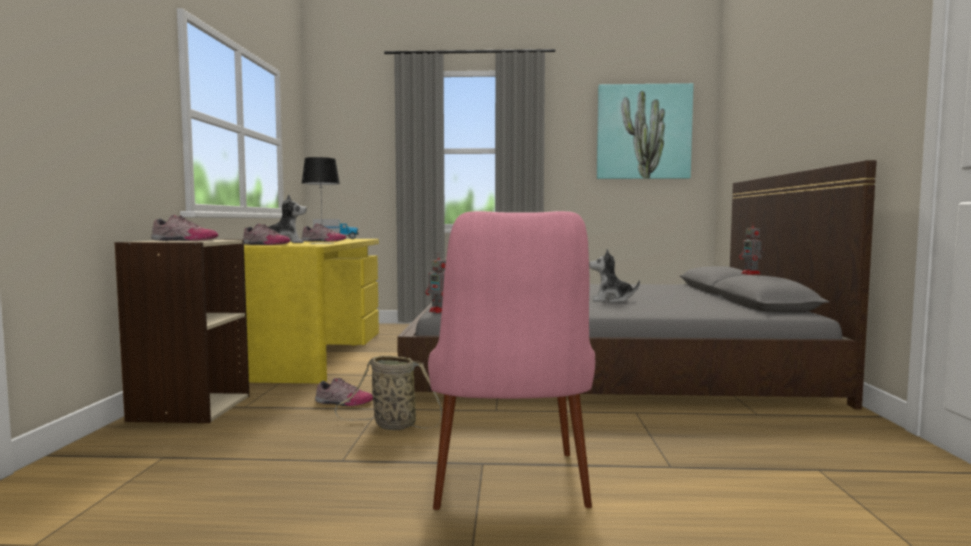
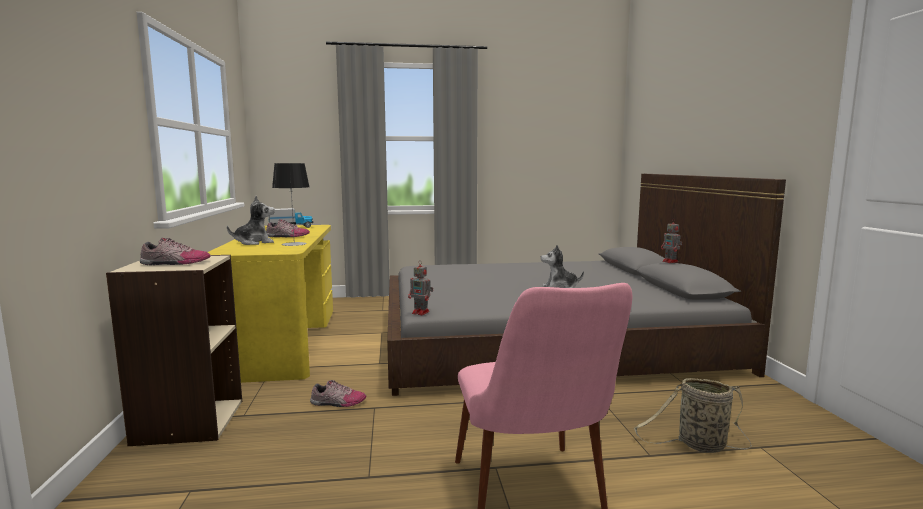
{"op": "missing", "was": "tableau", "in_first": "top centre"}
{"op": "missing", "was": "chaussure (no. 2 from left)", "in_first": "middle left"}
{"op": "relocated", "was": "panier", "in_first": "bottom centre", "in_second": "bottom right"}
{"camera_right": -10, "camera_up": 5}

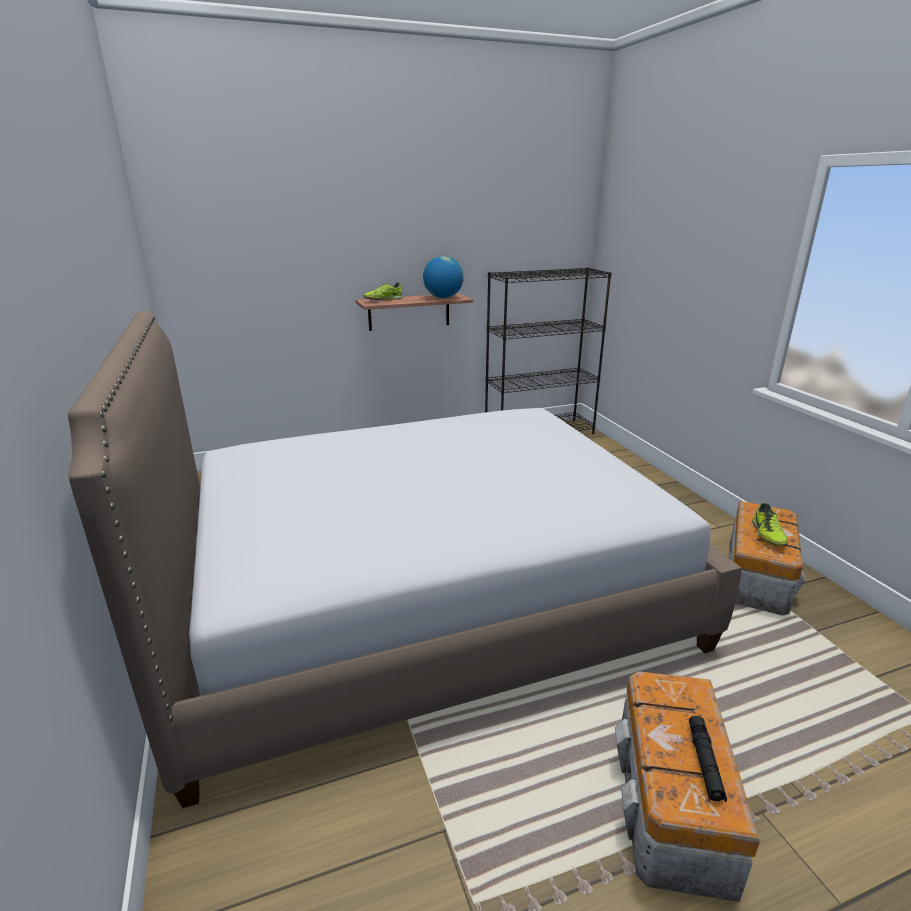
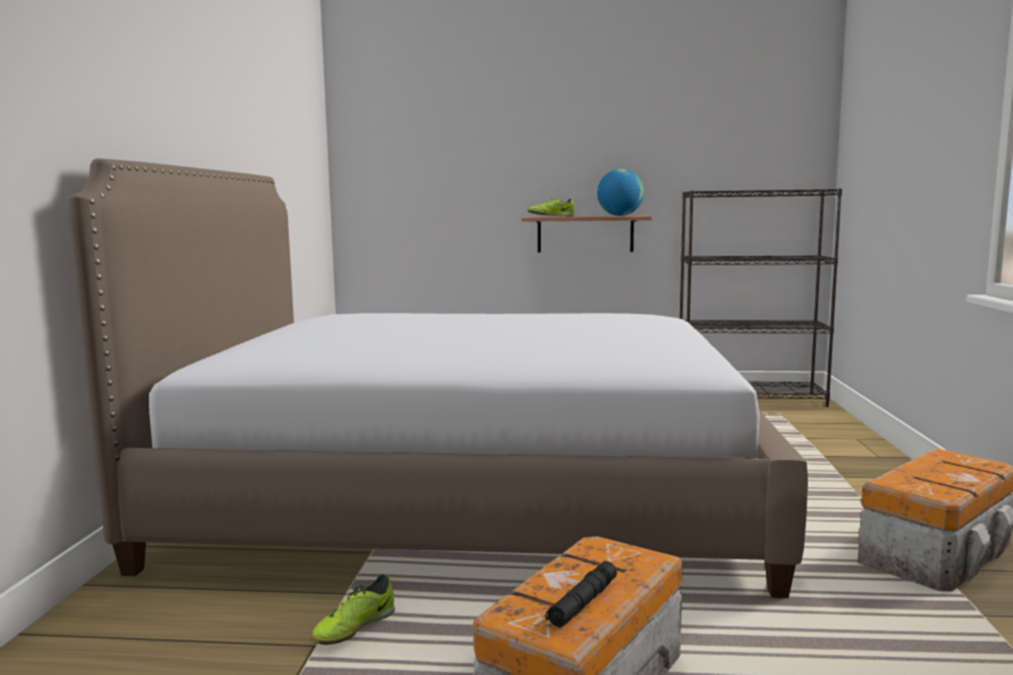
{"op": "relocated", "was": "chaussure (no. 2 from left in the first image)", "now": "chaussure (no. 1 from left)", "in_first": "middle right", "in_second": "bottom centre"}
{"camera_right": 25, "camera_up": -15}

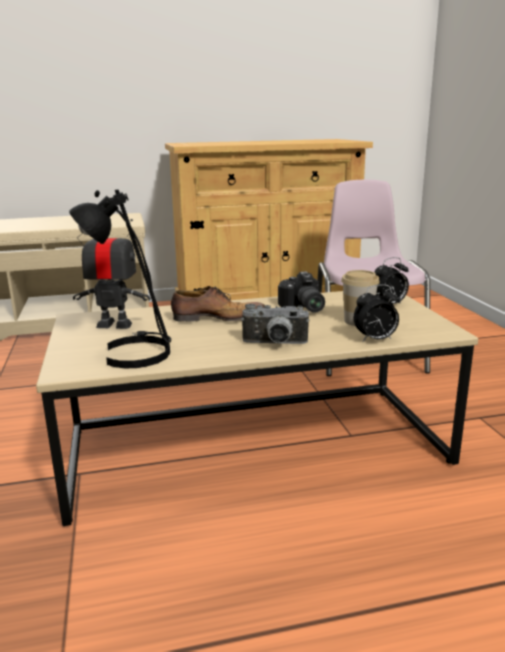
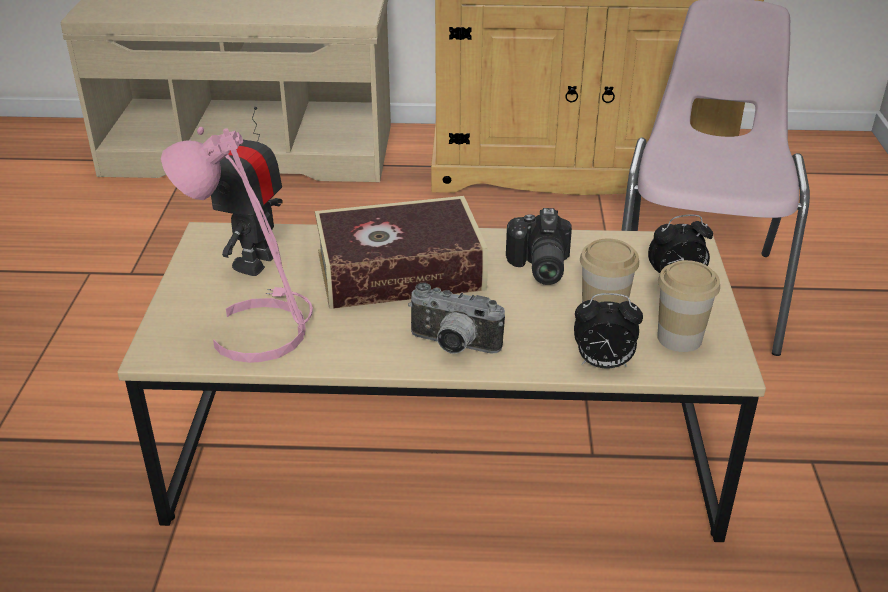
{"op": "colour", "was": "lampe de table (noir)", "now": "lampe de table (rose)", "in_first": "middle left", "in_second": "middle left"}
{"op": "spun", "was": "robot jouet", "in_first": "middle left", "in_second": "top left", "clockwise": -90}
{"op": "exchanged", "was": "chaussure", "now": "livre", "in_first": "centre", "in_second": "centre"}
{"op": "appeared", "now": "tasse (no. 2 from left)", "in_second": "middle right"}
{"camera_right": 15, "camera_up": 15}

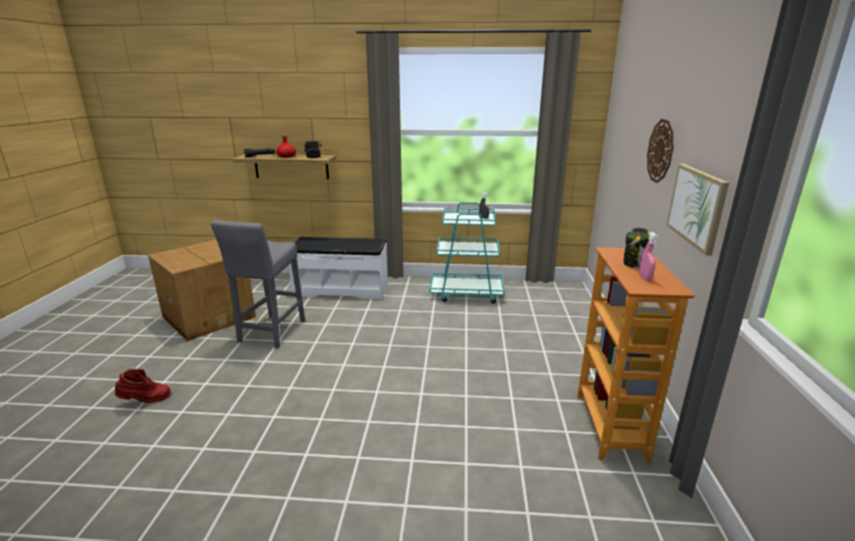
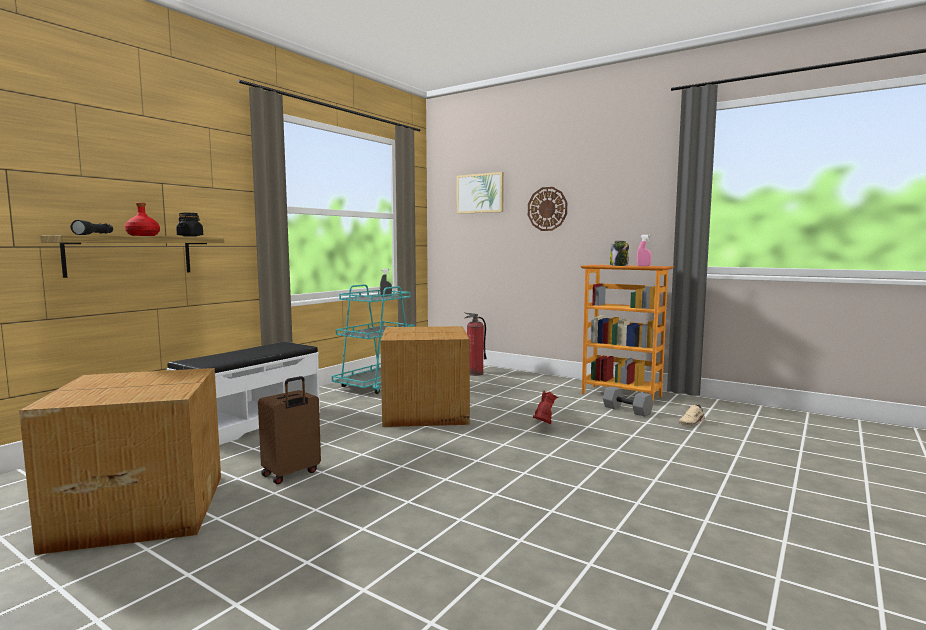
{"op": "relocated", "was": "tableau", "in_first": "middle right", "in_second": "top centre"}
{"op": "exchanged", "was": "tabouret (gris)", "now": "valise (marron)", "in_first": "middle left", "in_second": "bottom left"}
{"op": "relocated", "was": "botte (rouge)", "in_first": "bottom left", "in_second": "centre"}
{"op": "appeared", "now": "extincteur", "in_second": "centre"}
{"op": "appeared", "now": "carton (no. 2 from left)", "in_second": "centre"}
{"op": "appeared", "now": "haltère (gris)", "in_second": "middle right"}
{"op": "appeared", "now": "chaussure (beige)", "in_second": "middle right"}
{"camera_right": -60, "camera_up": -15}

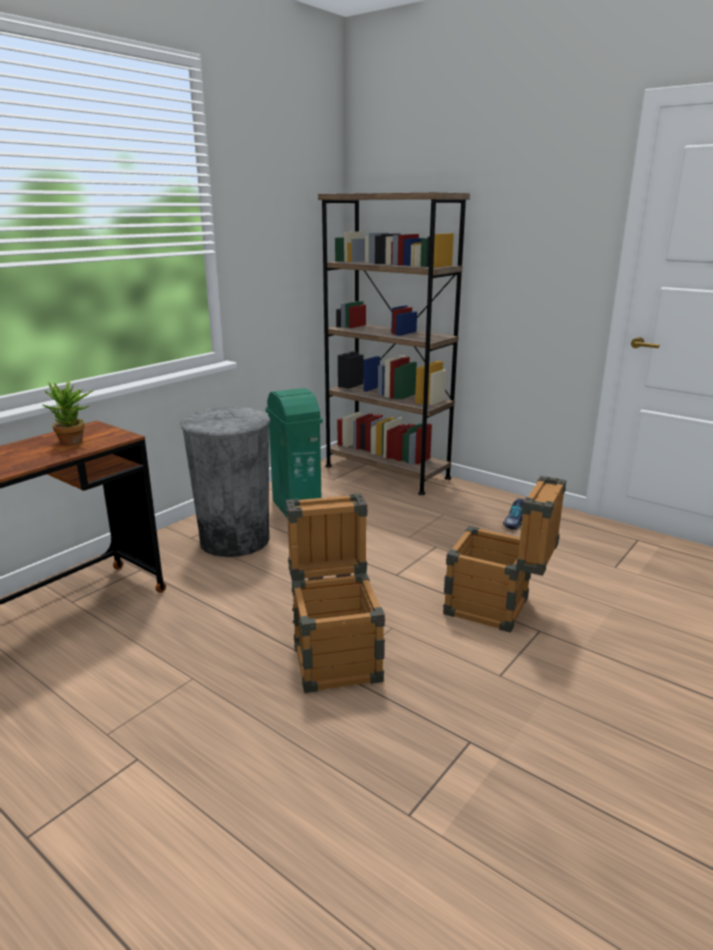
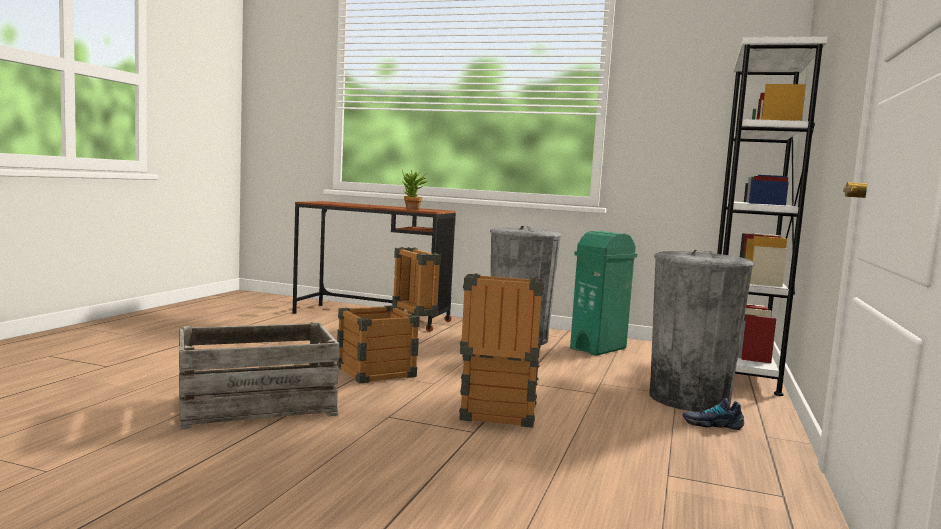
{"op": "colour", "was": "bibliothèque (marron)", "now": "bibliothèque (blanc)", "in_first": "centre", "in_second": "middle right"}
{"op": "appeared", "now": "poubelle (gris) (no. 2 from left)", "in_second": "middle right"}
{"op": "appeared", "now": "caisse (no. 1 from left)", "in_second": "bottom left"}
{"camera_right": 70, "camera_up": -15}

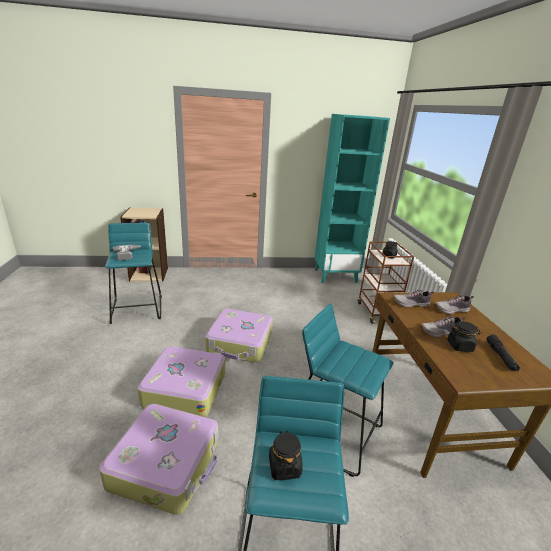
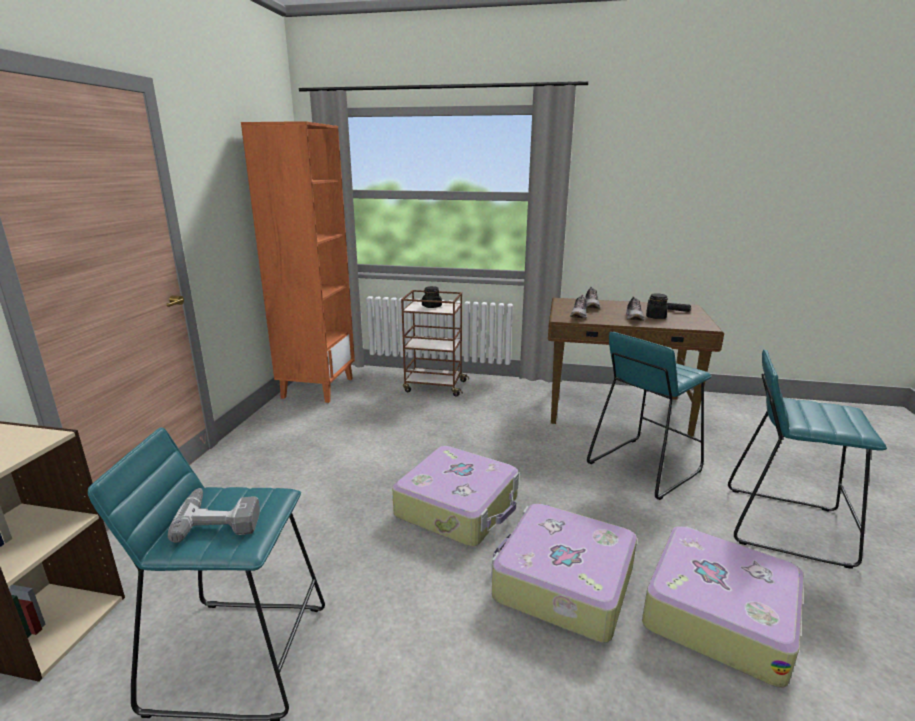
{"op": "colour", "was": "bibliothèque (turquoise)", "now": "bibliothèque (orange)", "in_first": "centre", "in_second": "middle left"}
{"op": "missing", "was": "bocal (noir) (no. 1 from left)", "in_first": "bottom centre"}
{"camera_right": -70, "camera_up": -5}

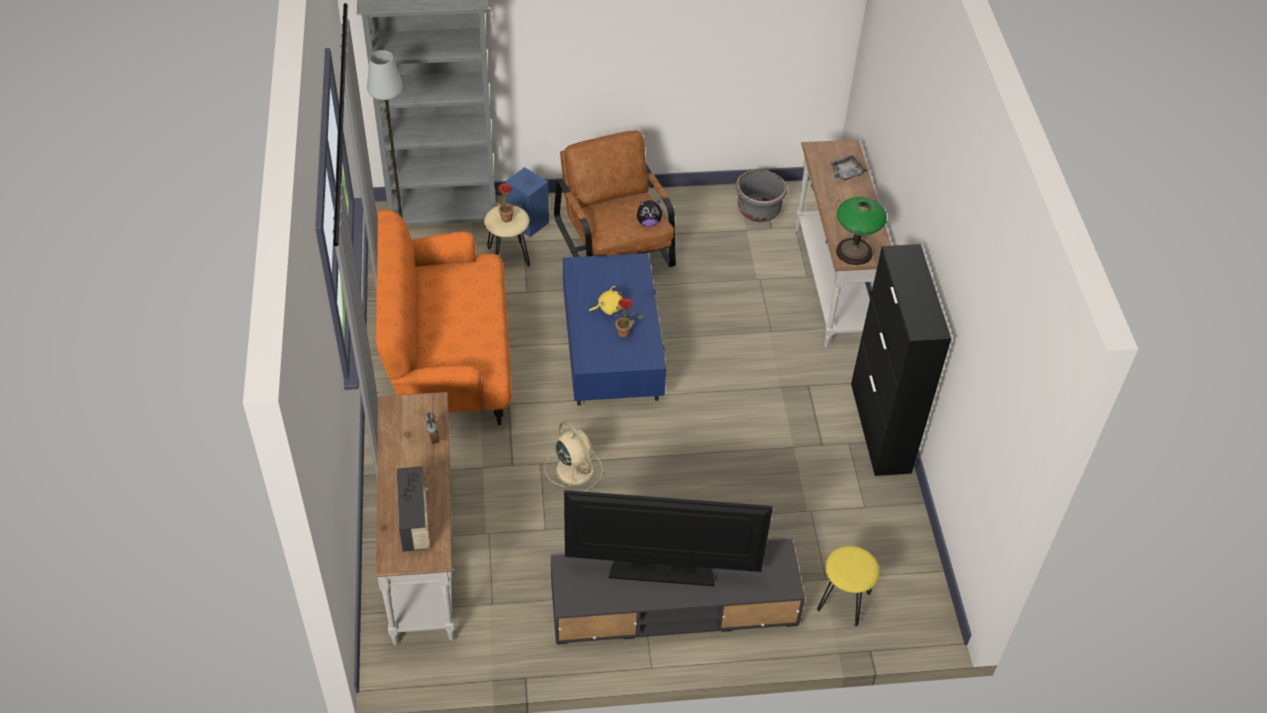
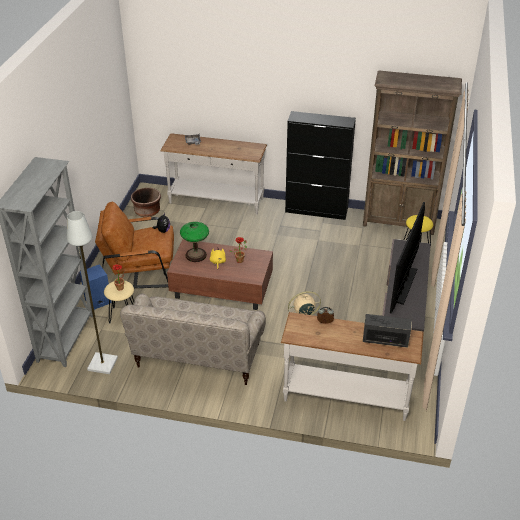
{"op": "colour", "was": "cache-pot (gris)", "now": "cache-pot (marron)", "in_first": "top centre", "in_second": "middle left"}
{"op": "relocated", "was": "lampe de table", "in_first": "top right", "in_second": "centre"}
{"op": "colour", "was": "canapé (orange)", "now": "canapé (beige)", "in_first": "centre", "in_second": "centre"}
{"op": "colour", "was": "table basse (bleu)", "now": "table basse (marron)", "in_first": "centre", "in_second": "centre"}
{"op": "appeared", "now": "bibliothèque (marron)", "in_second": "top right"}
{"camera_right": -70, "camera_up": -10}

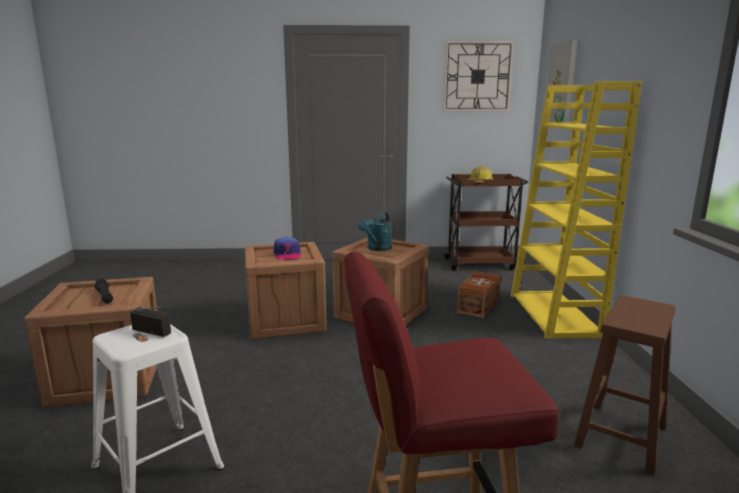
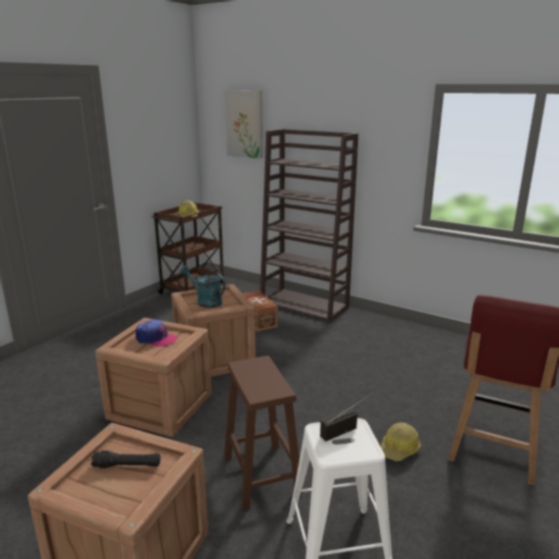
{"op": "missing", "was": "horloge murale", "in_first": "top centre"}
{"op": "colour", "was": "bibliothèque (jaune)", "now": "bibliothèque (marron)", "in_first": "middle right", "in_second": "centre"}
{"op": "spun", "was": "arrosoir (turquoise)", "in_first": "centre", "in_second": "centre", "clockwise": 150}
{"op": "relocated", "was": "tabouret (marron)", "in_first": "bottom right", "in_second": "bottom centre"}
{"op": "appeared", "now": "casque de chantier (no. 2 from left)", "in_second": "bottom right"}
{"camera_right": -55, "camera_up": 5}

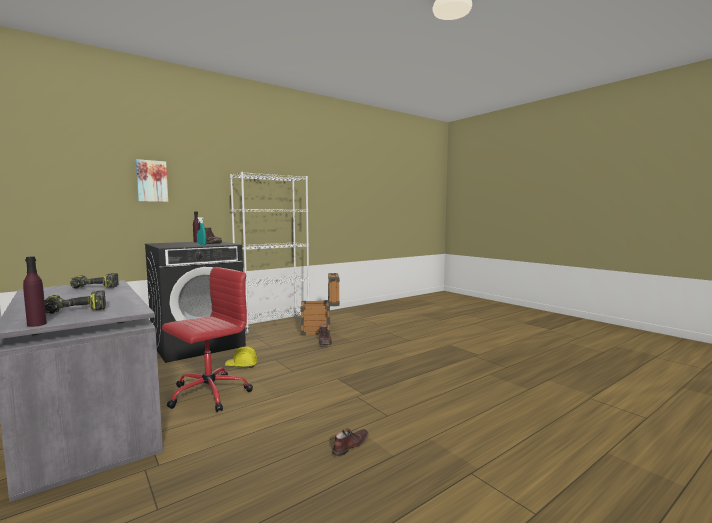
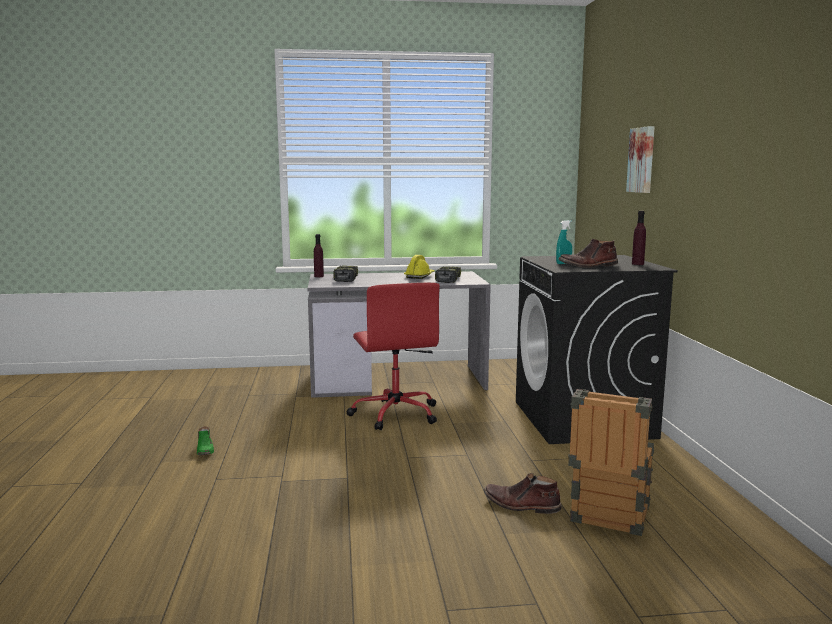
{"op": "missing", "was": "bibliothèque (blanc)", "in_first": "centre"}
{"op": "relocated", "was": "casque de chantier (jaune)", "in_first": "bottom centre", "in_second": "centre"}
{"op": "colour", "was": "chaussure (marron)", "now": "chaussure (vert)", "in_first": "bottom centre", "in_second": "bottom left"}
{"camera_right": 120, "camera_up": 5}

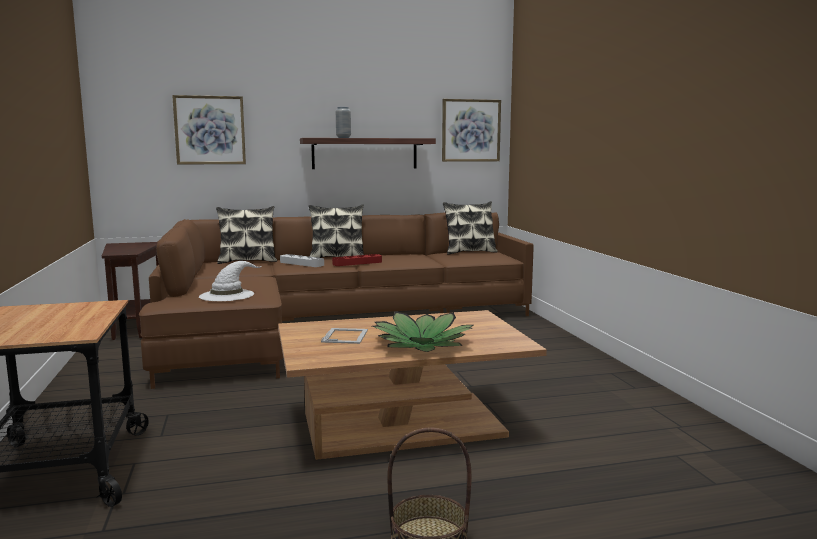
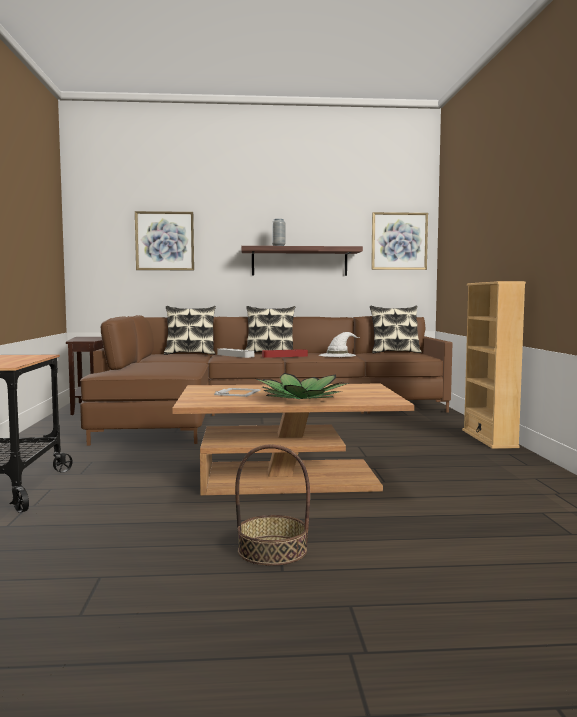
{"op": "relocated", "was": "chapeau (blanc)", "in_first": "middle left", "in_second": "centre"}
{"op": "appeared", "now": "bibliothèque (beige)", "in_second": "middle right"}
{"camera_right": 10, "camera_up": -5}

